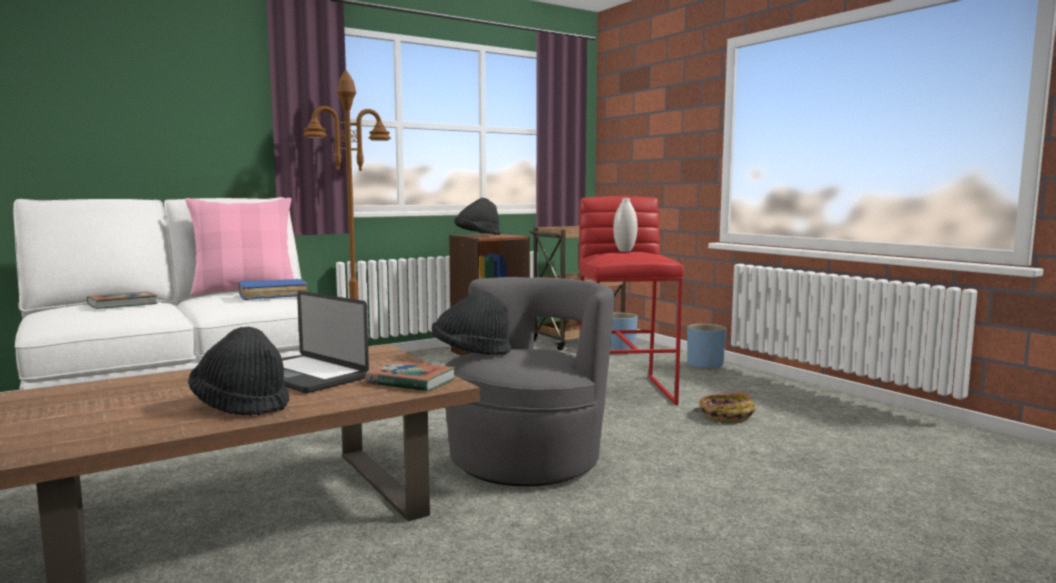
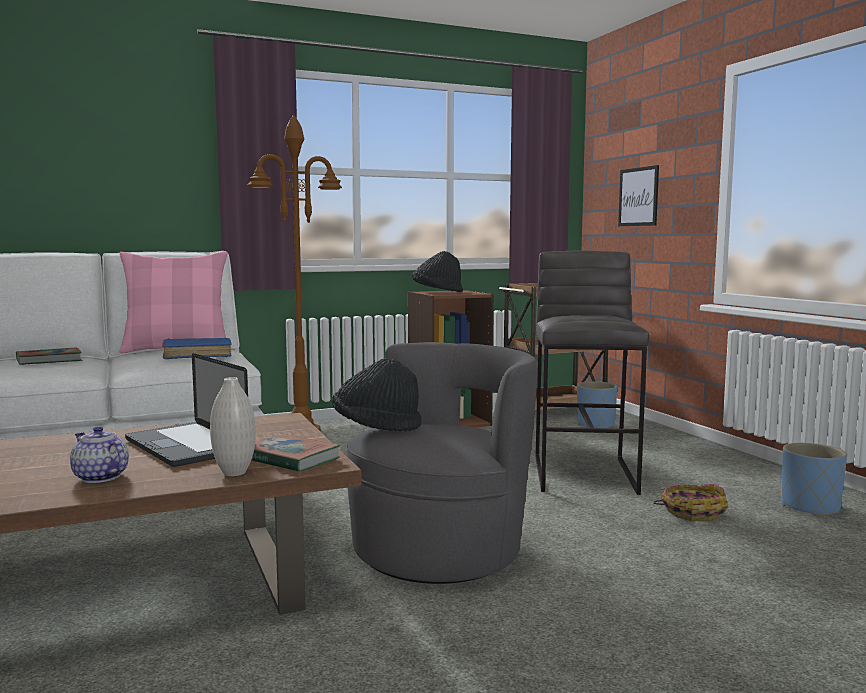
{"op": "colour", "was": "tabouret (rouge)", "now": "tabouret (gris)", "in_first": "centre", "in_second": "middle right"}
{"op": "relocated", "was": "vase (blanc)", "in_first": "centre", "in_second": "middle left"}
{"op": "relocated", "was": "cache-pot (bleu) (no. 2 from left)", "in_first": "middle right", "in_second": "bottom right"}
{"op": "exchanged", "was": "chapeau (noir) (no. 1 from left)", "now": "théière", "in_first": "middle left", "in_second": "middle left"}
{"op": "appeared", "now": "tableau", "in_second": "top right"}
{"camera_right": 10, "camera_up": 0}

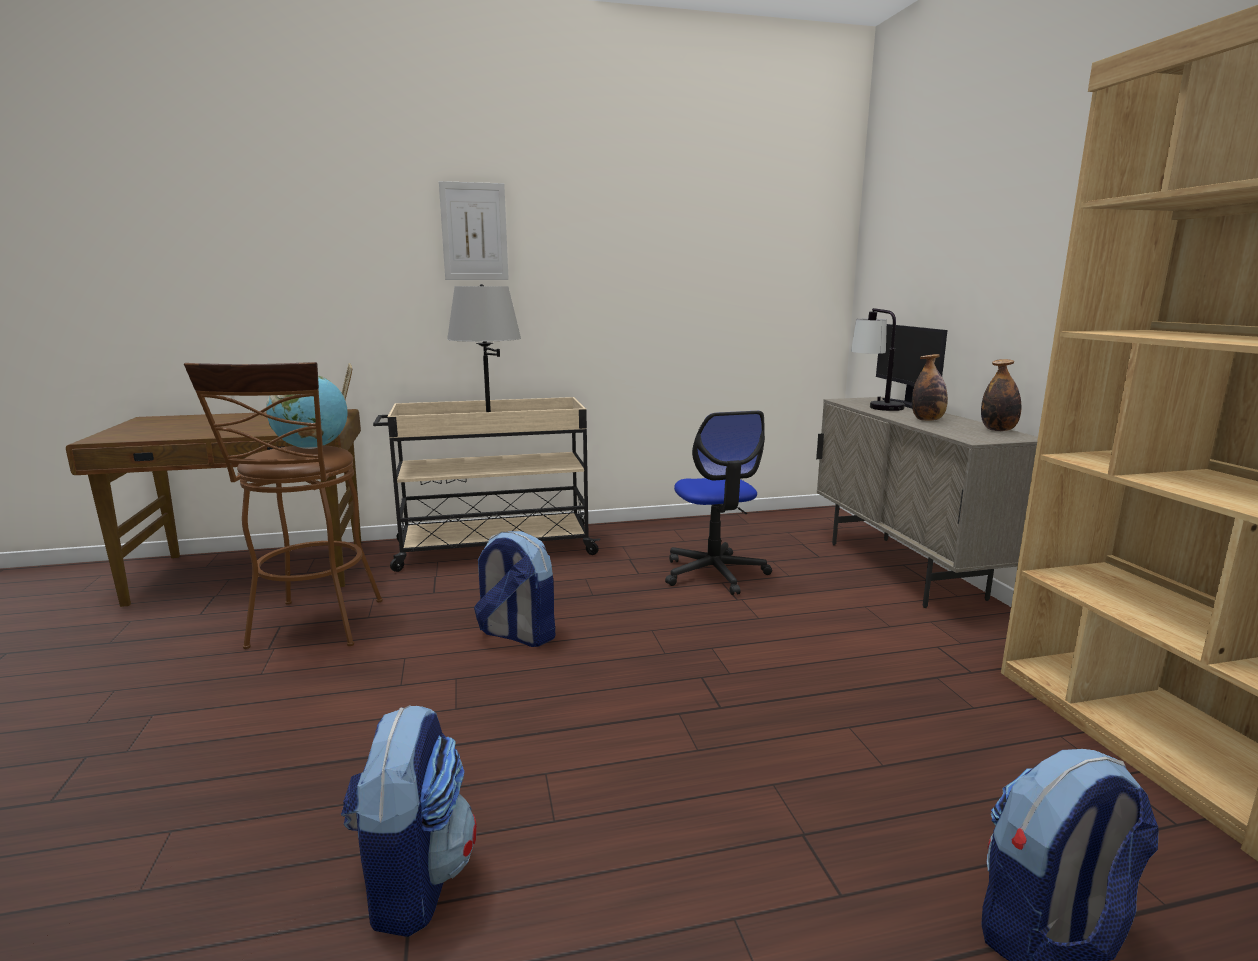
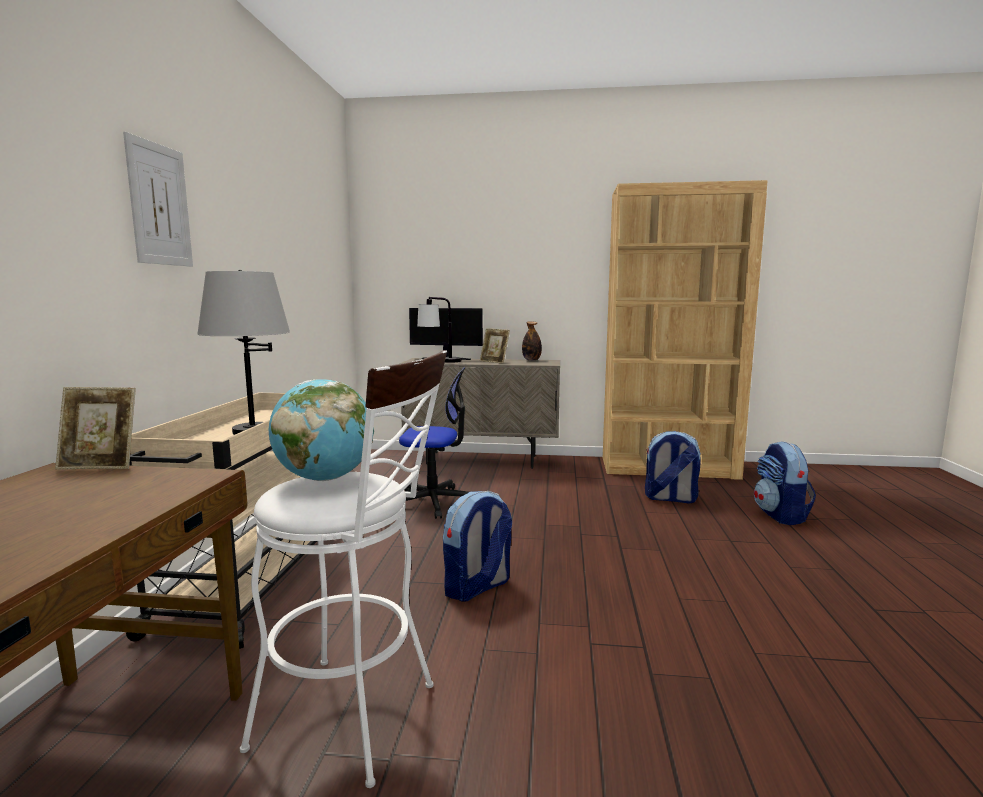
{"op": "exchanged", "was": "bouteille (no. 1 from left)", "now": "cadre photo (no. 2 from left)", "in_first": "middle right", "in_second": "centre"}
{"op": "colour", "was": "tabouret (marron)", "now": "tabouret (blanc)", "in_first": "middle left", "in_second": "bottom centre"}
{"op": "relocated", "was": "sac à dos (no. 1 from left in the first image)", "now": "sac à dos (no. 2 from left)", "in_first": "bottom left", "in_second": "middle right"}
{"camera_right": -70, "camera_up": -5}

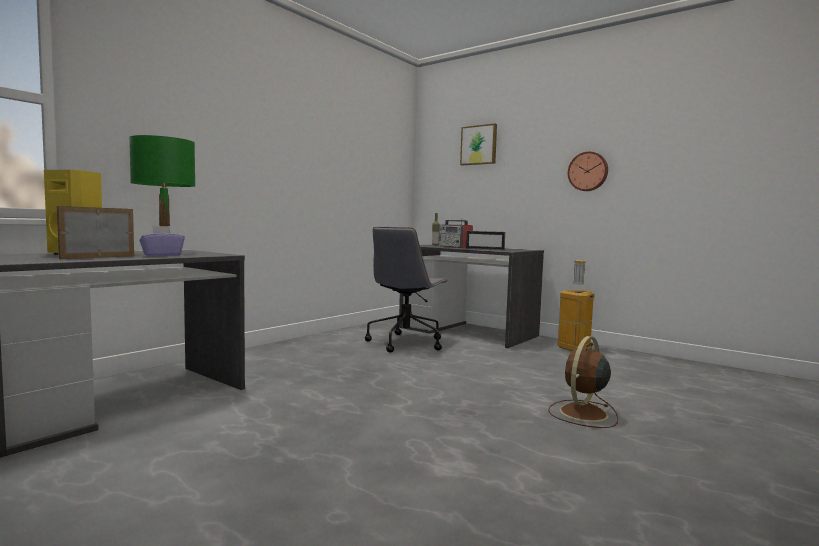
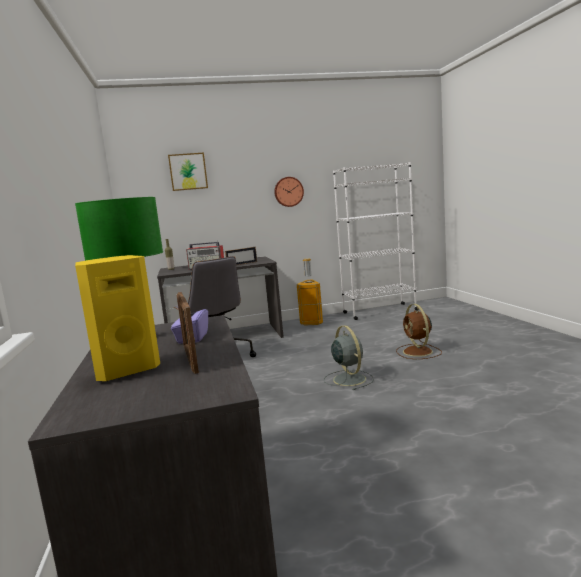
{"op": "appeared", "now": "bibliothèque (blanc)", "in_second": "centre"}
{"op": "appeared", "now": "ventilateur (gris)", "in_second": "centre"}
{"camera_right": -50, "camera_up": 5}

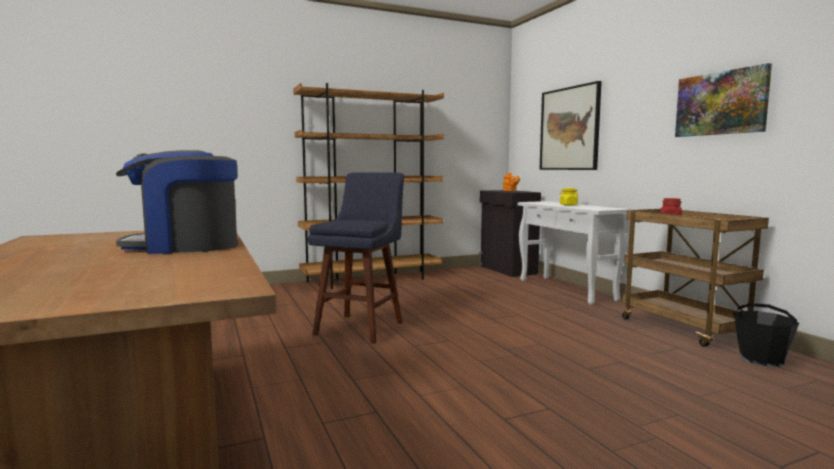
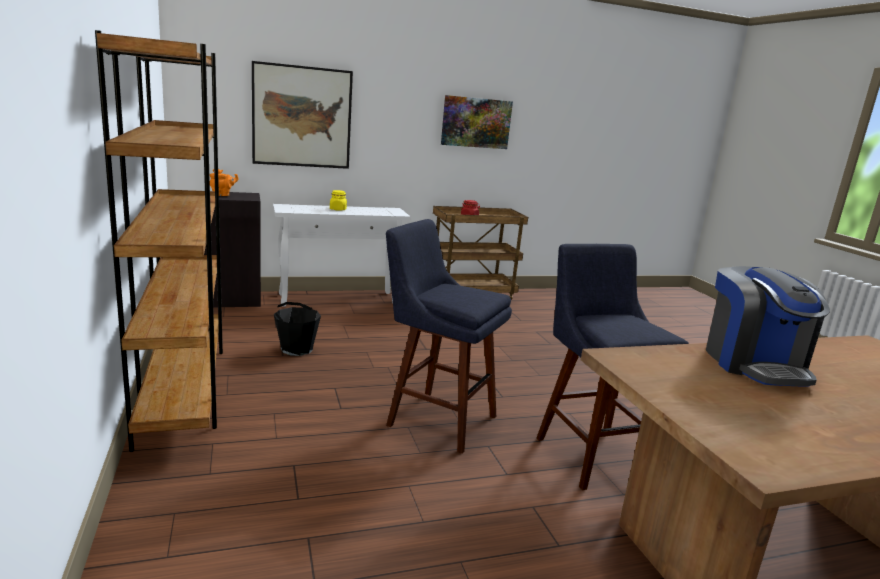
{"op": "relocated", "was": "seau (noir)", "in_first": "bottom right", "in_second": "centre"}
{"op": "appeared", "now": "tabouret (bleu) (no. 2 from left)", "in_second": "middle right"}
{"camera_right": -85, "camera_up": 10}

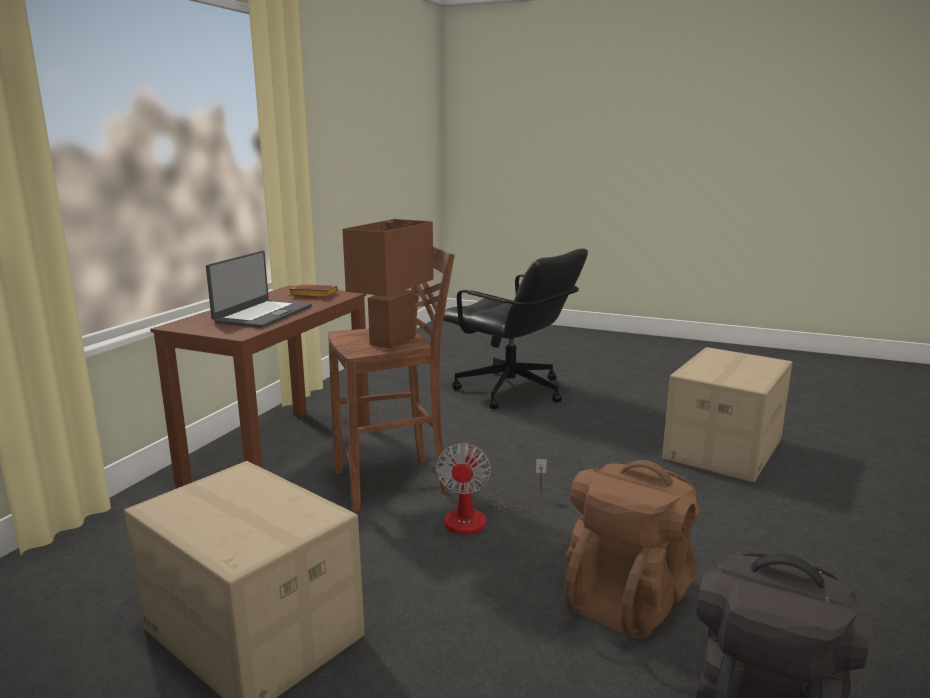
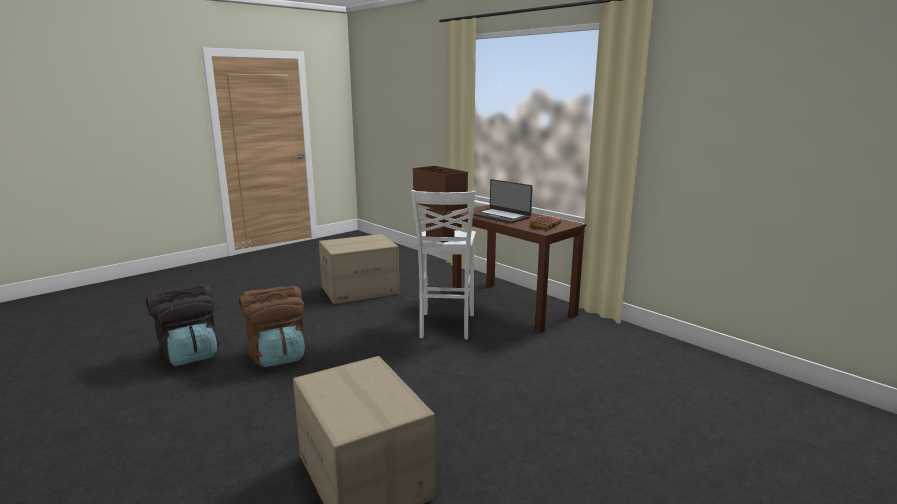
{"op": "colour", "was": "tabouret (marron)", "now": "tabouret (blanc)", "in_first": "centre", "in_second": "centre"}
{"op": "missing", "was": "chaise de bureau (noir)", "in_first": "centre"}
{"op": "missing", "was": "ventilateur", "in_first": "bottom centre"}
{"camera_right": 115, "camera_up": 0}

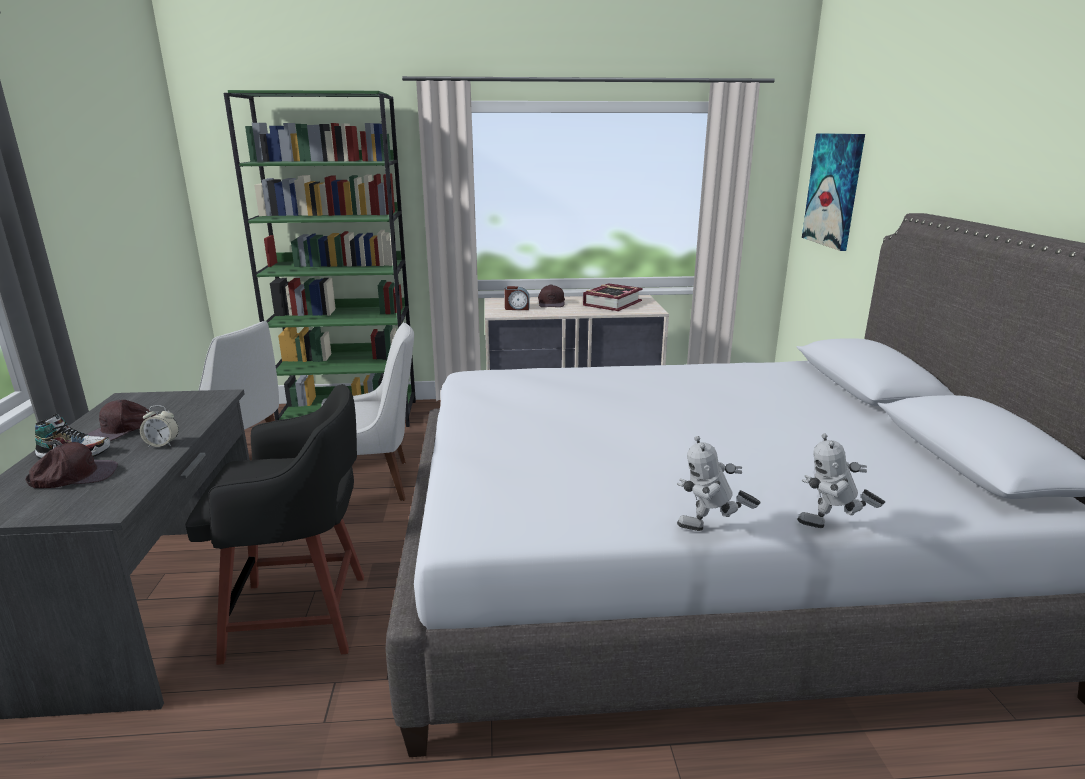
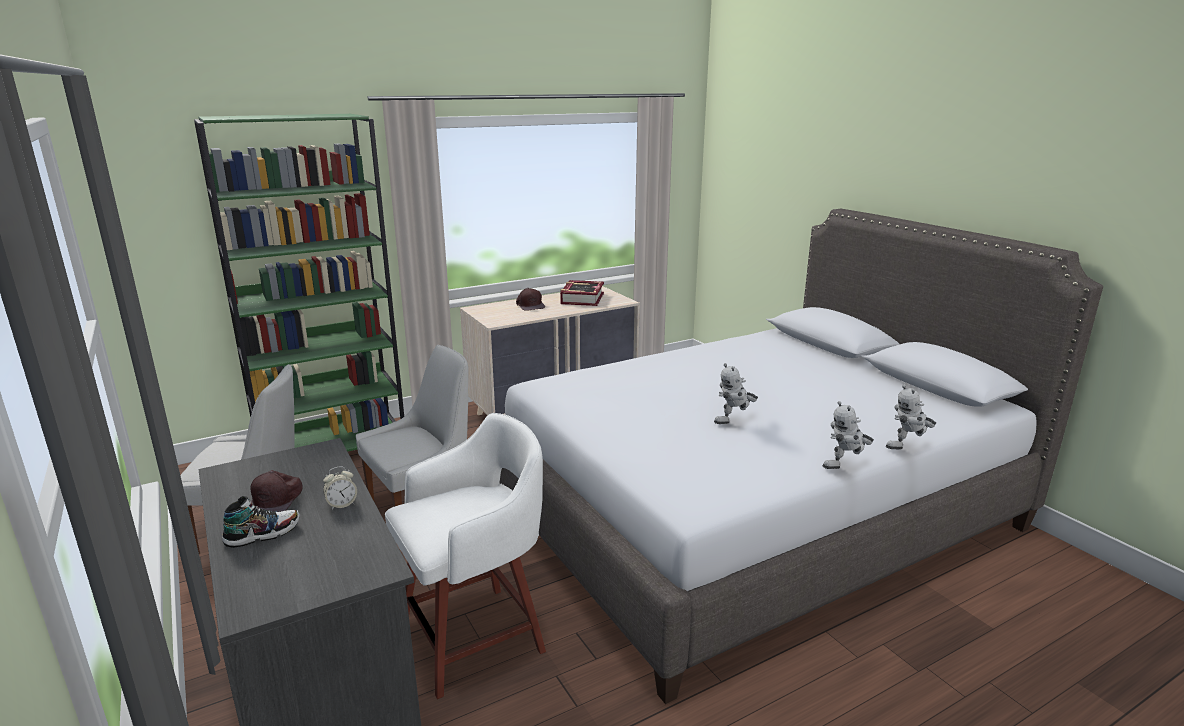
{"op": "missing", "was": "tableau", "in_first": "top right"}
{"op": "missing", "was": "réveil (no. 2 from left)", "in_first": "centre"}
{"op": "colour", "was": "tabouret (noir)", "now": "tabouret (blanc)", "in_first": "bottom left", "in_second": "bottom centre"}
{"op": "missing", "was": "casquette (marron) (no. 1 from left)", "in_first": "middle left"}
{"op": "appeared", "now": "robot jouet (no. 1 from left)", "in_second": "centre"}
{"camera_right": -25, "camera_up": 0}

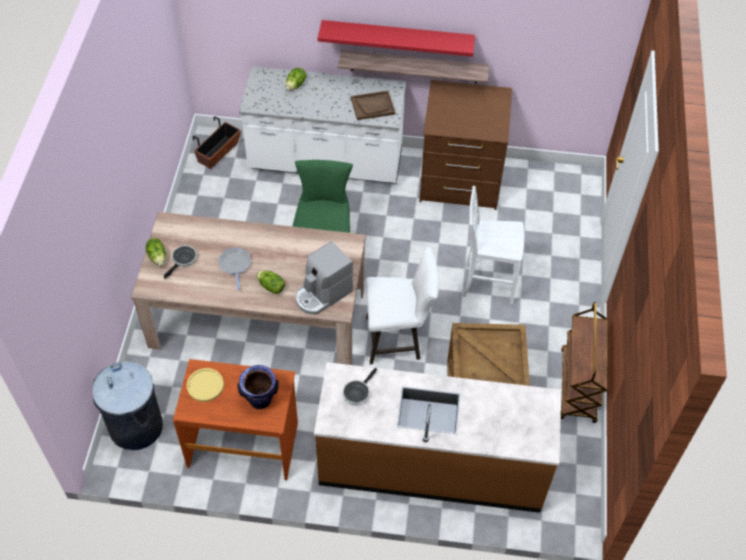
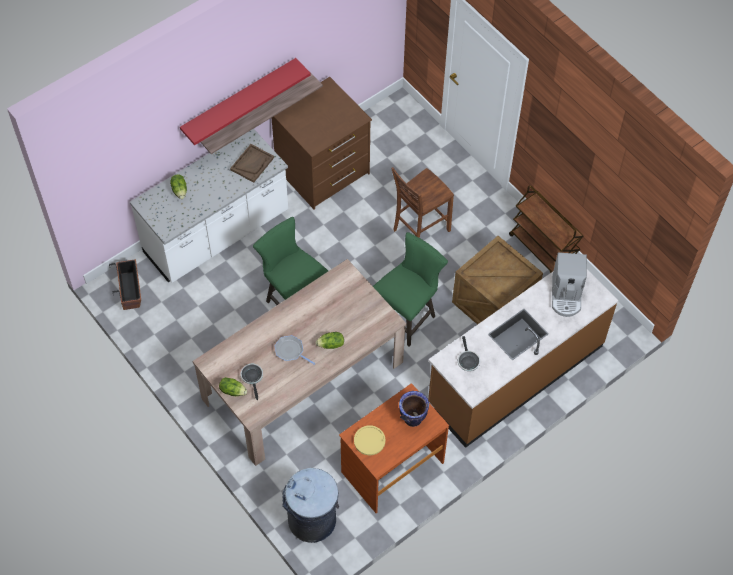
{"op": "colour", "was": "chaise (blanc)", "now": "chaise (marron)", "in_first": "centre", "in_second": "centre"}
{"op": "relocated", "was": "machine à café", "in_first": "centre", "in_second": "middle right"}
{"op": "colour", "was": "tabouret (blanc)", "now": "tabouret (vert) (no. 2 from left)", "in_first": "centre", "in_second": "centre"}
{"camera_right": -45, "camera_up": 5}

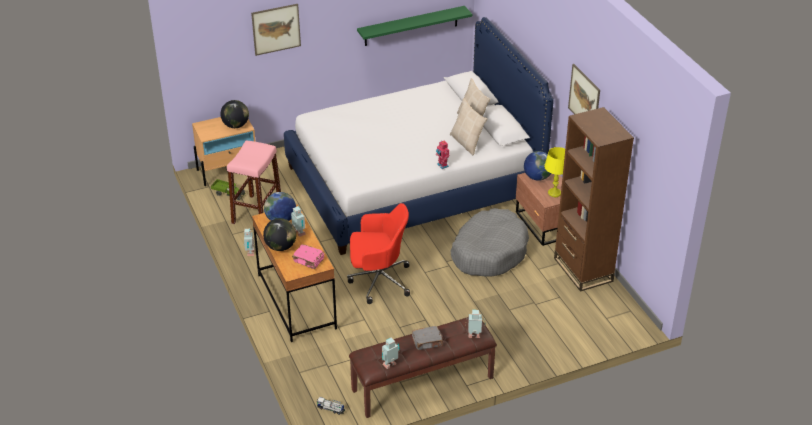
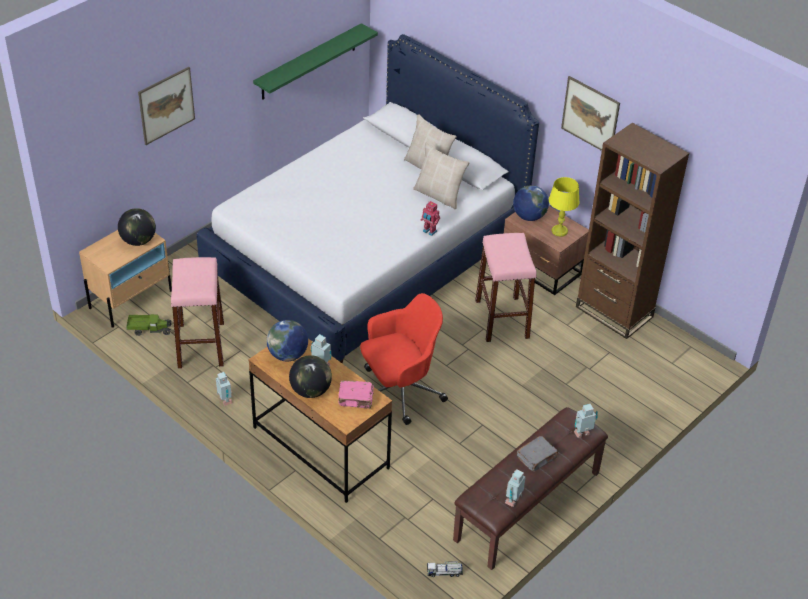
{"op": "exchanged", "was": "panier pour chien (gris)", "now": "tabouret (rose) (no. 2 from left)", "in_first": "centre", "in_second": "centre"}
{"camera_right": -25, "camera_up": 5}

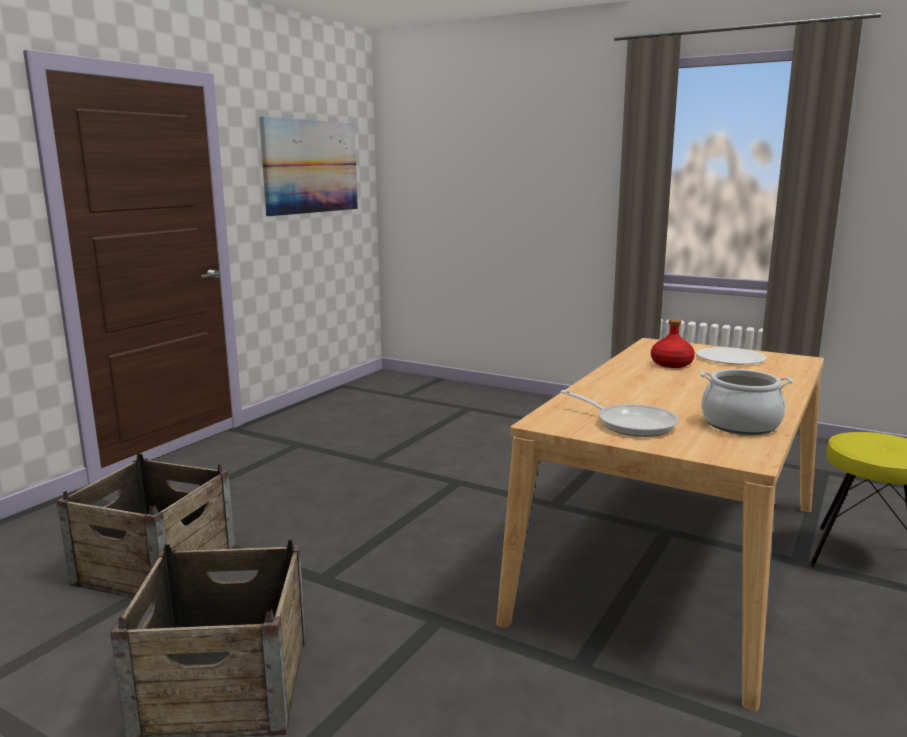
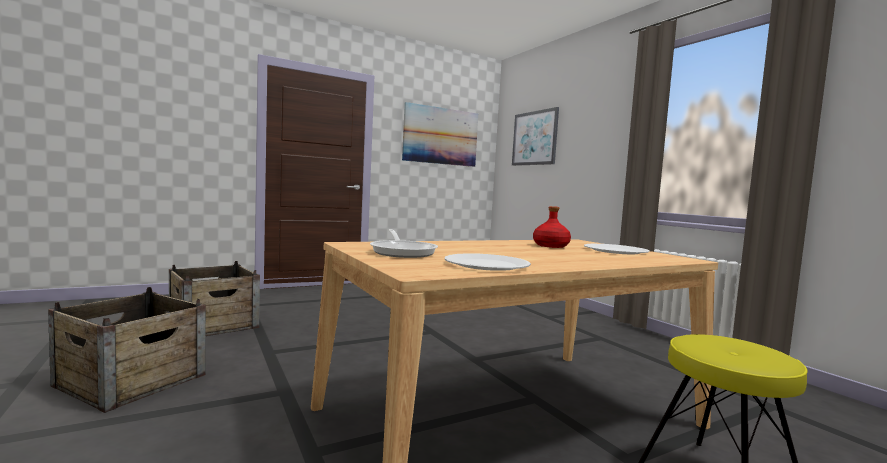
{"op": "exchanged", "was": "marmite", "now": "assiette (blanc) (no. 1 from left)", "in_first": "middle right", "in_second": "centre"}
{"op": "appeared", "now": "tableau (no. 2 from left)", "in_second": "top centre"}
{"camera_right": 30, "camera_up": -10}

